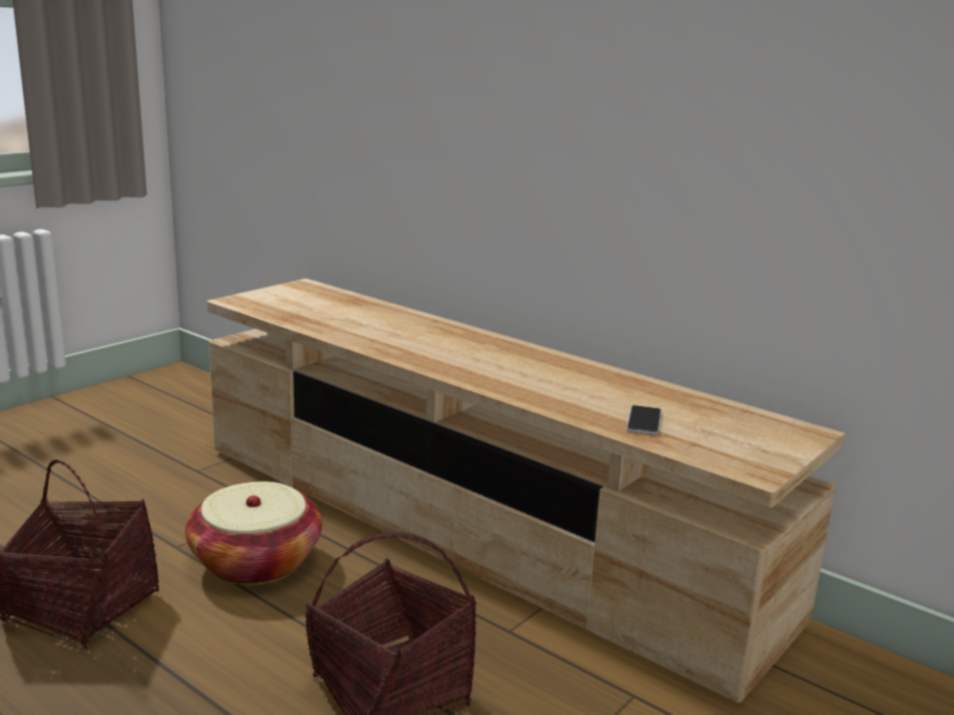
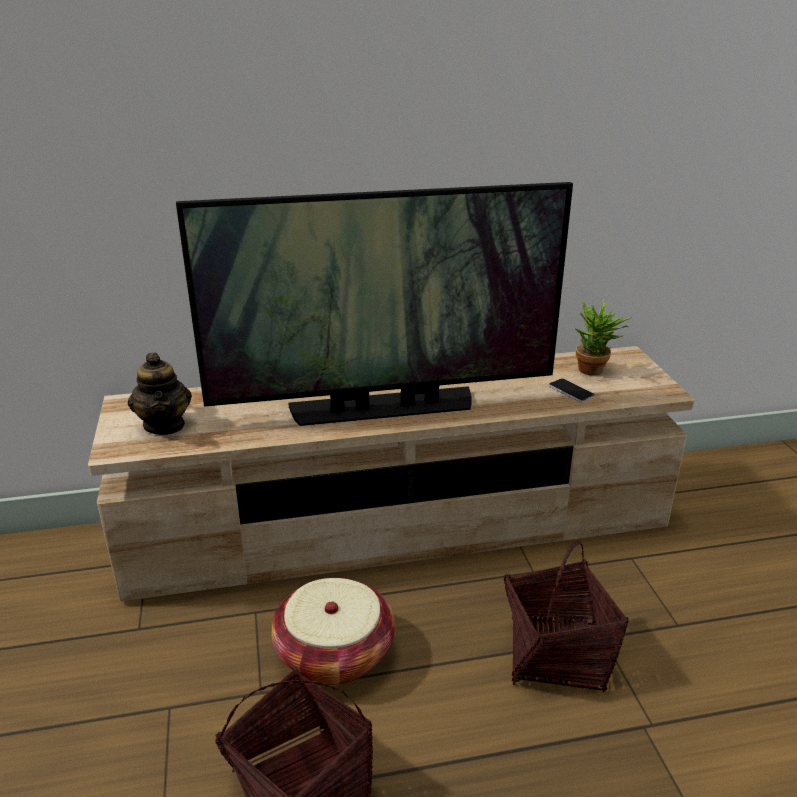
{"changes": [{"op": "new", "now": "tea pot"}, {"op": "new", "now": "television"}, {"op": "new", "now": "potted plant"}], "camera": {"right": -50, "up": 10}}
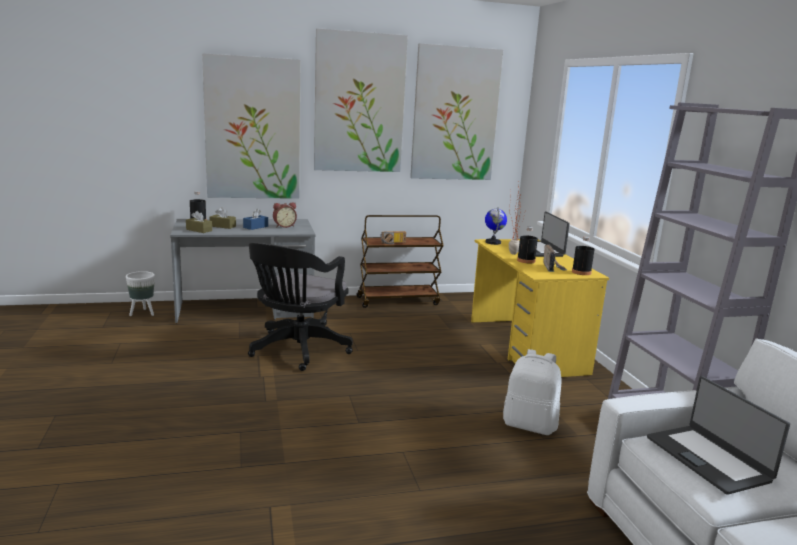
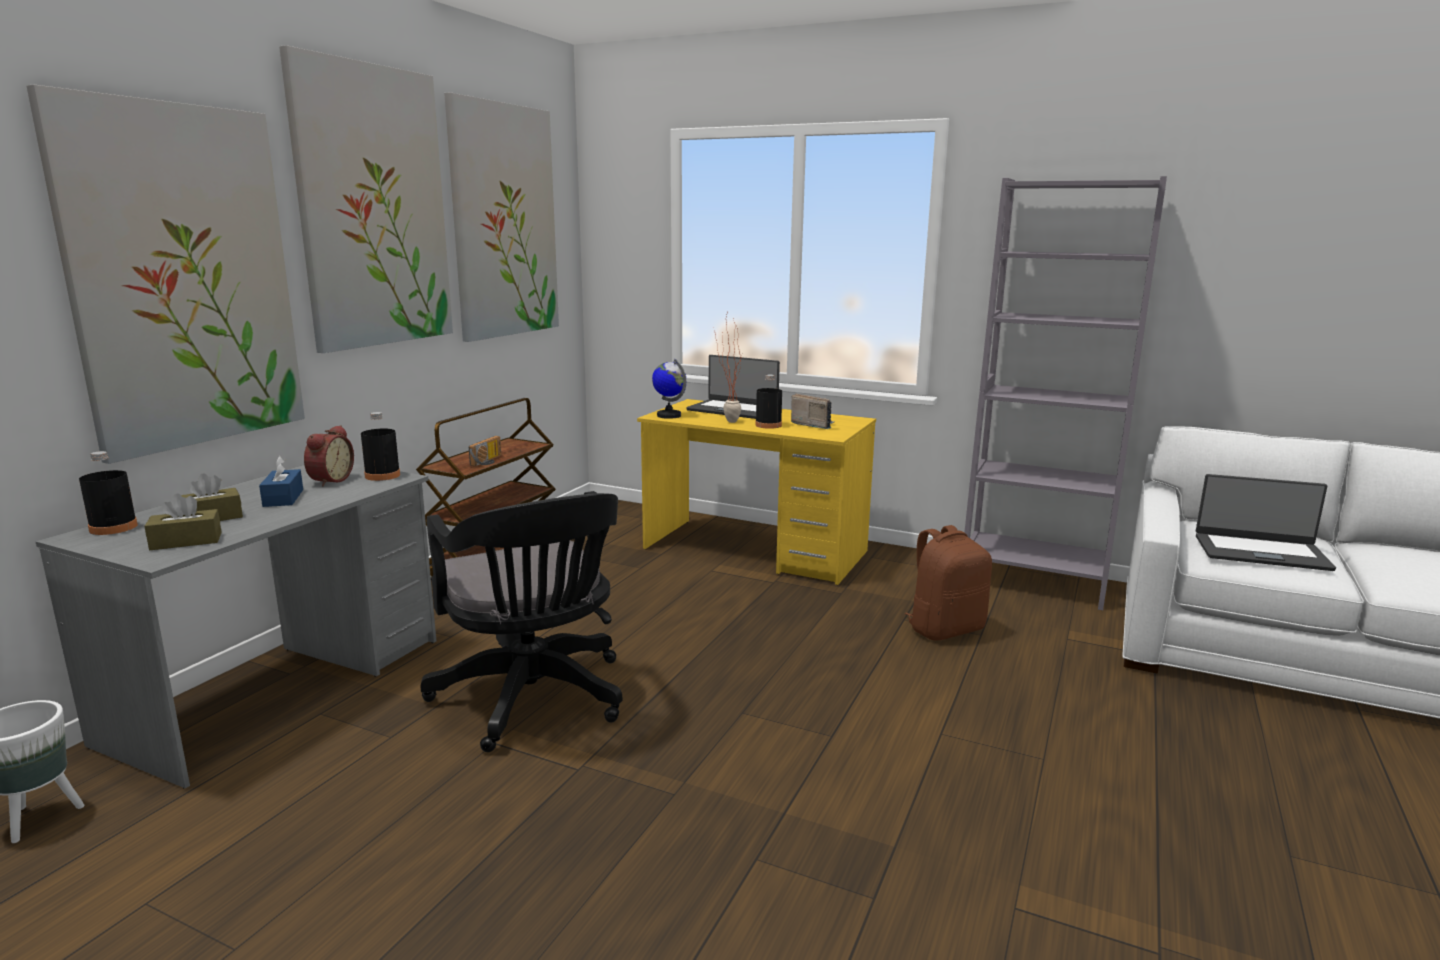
{"changes": [{"op": "shifted", "was": "black drink bottle (no. 3 from left in the first image)", "now": "black drink bottle (no. 2 from left)"}, {"op": "repainted", "was": "white backpack", "now": "brownish backpack"}], "camera": {"right": -50, "up": 0}}
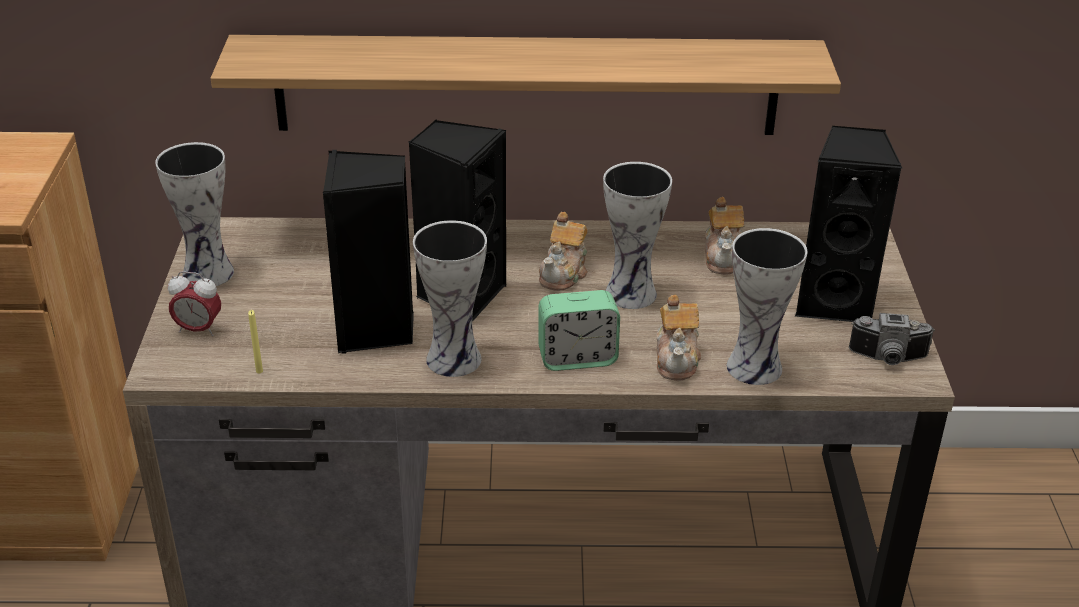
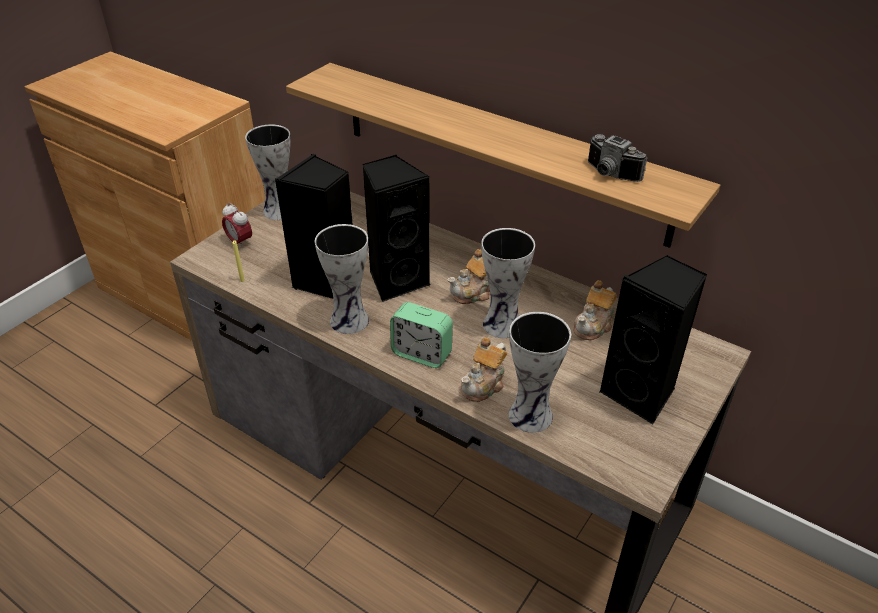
{"changes": [{"op": "shifted", "was": "photo camera"}], "camera": {"right": 35, "up": 5}}
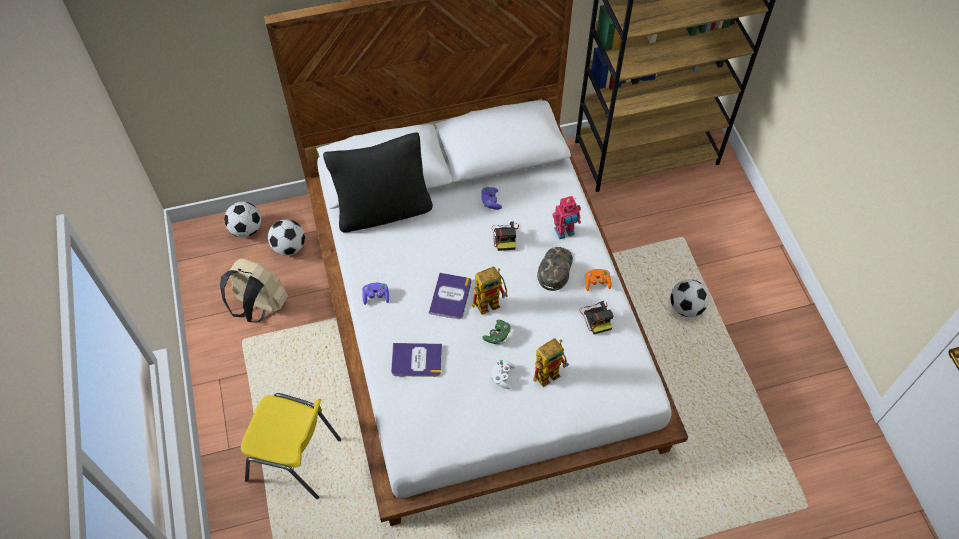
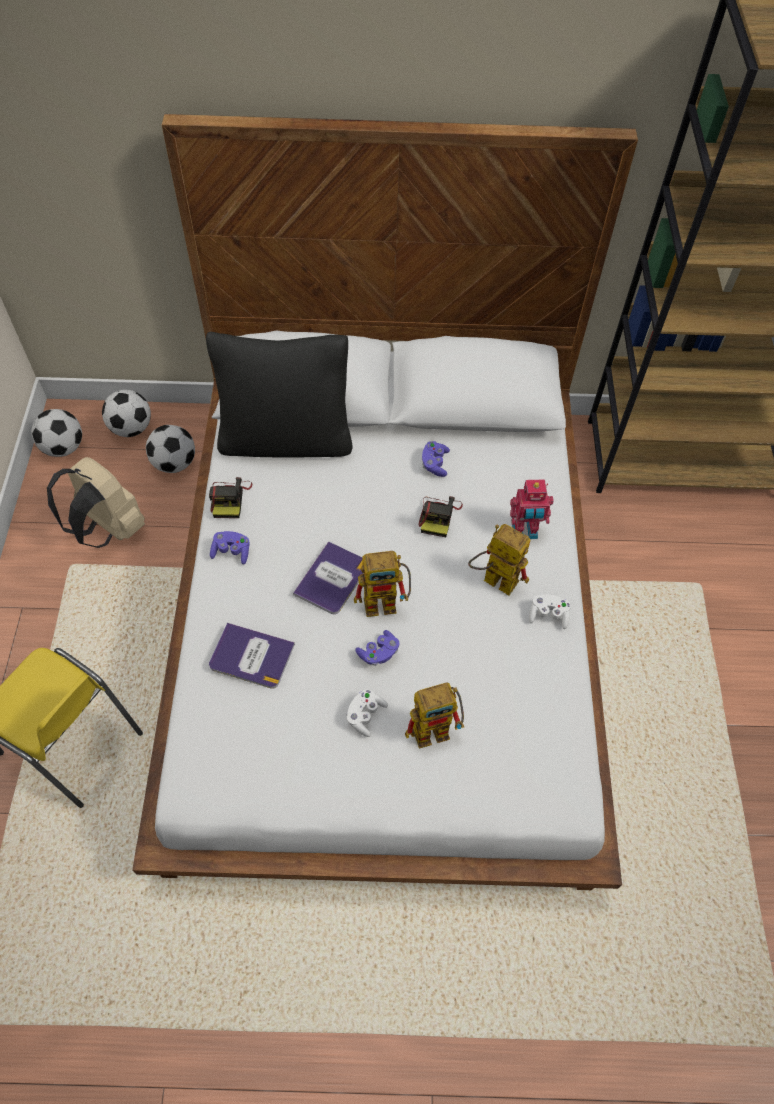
{"changes": [{"op": "shifted", "was": "photo camera (no. 2 from left in the first image)", "now": "photo camera (no. 1 from left)"}, {"op": "shifted", "was": "football (no. 3 from left in the first image)", "now": "football (no. 1 from left)"}, {"op": "swapped", "was": "green peaked cap", "now": "model robot (no. 3 from left)"}, {"op": "repainted", "was": "green game controller", "now": "purple game controller (no. 2 from left)"}, {"op": "repainted", "was": "orange-coloured game controller", "now": "white game controller (no. 2 from left)"}], "camera": {"right": 15, "up": 0}}
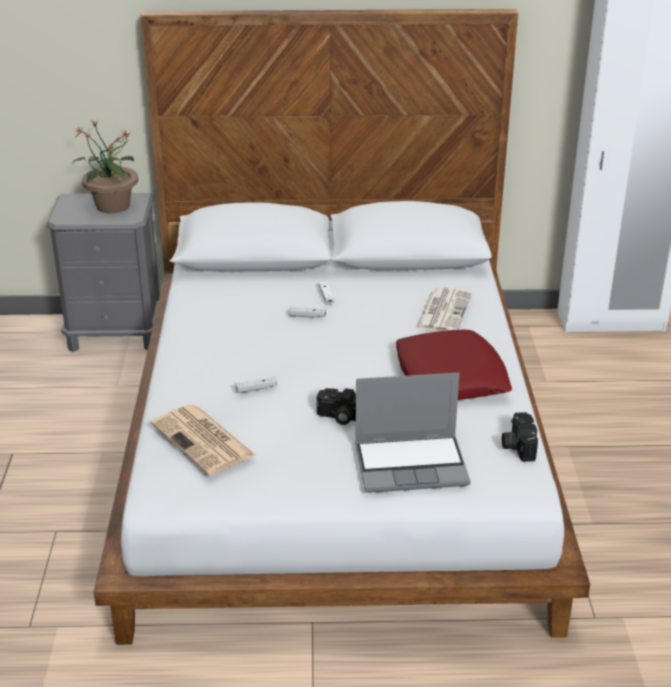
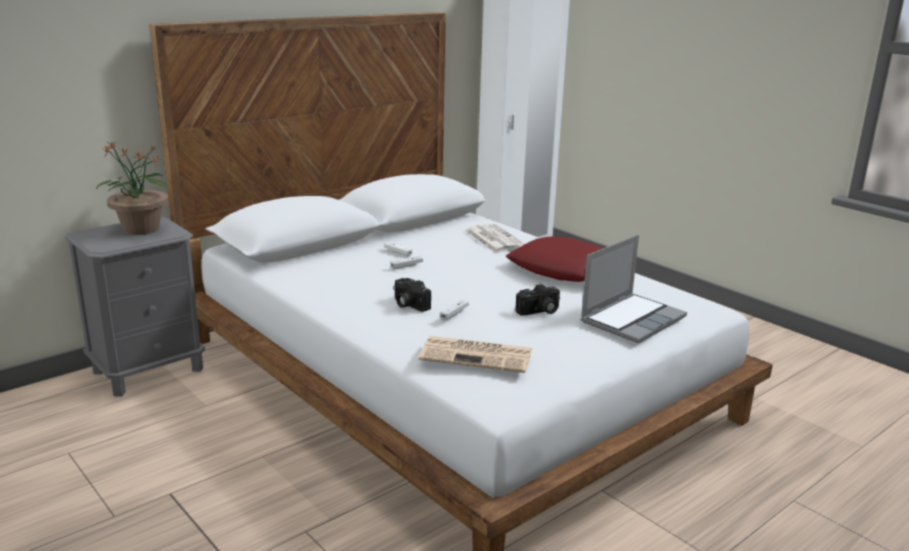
{"changes": [{"op": "shifted", "was": "photo camera (no. 2 from left in the first image)", "now": "photo camera (no. 1 from left)"}], "camera": {"right": -40, "up": -10}}
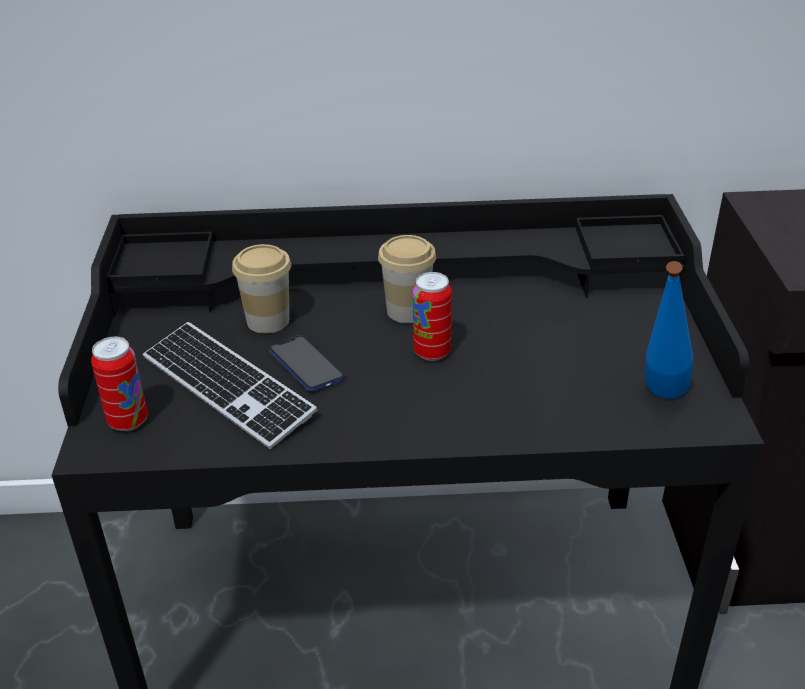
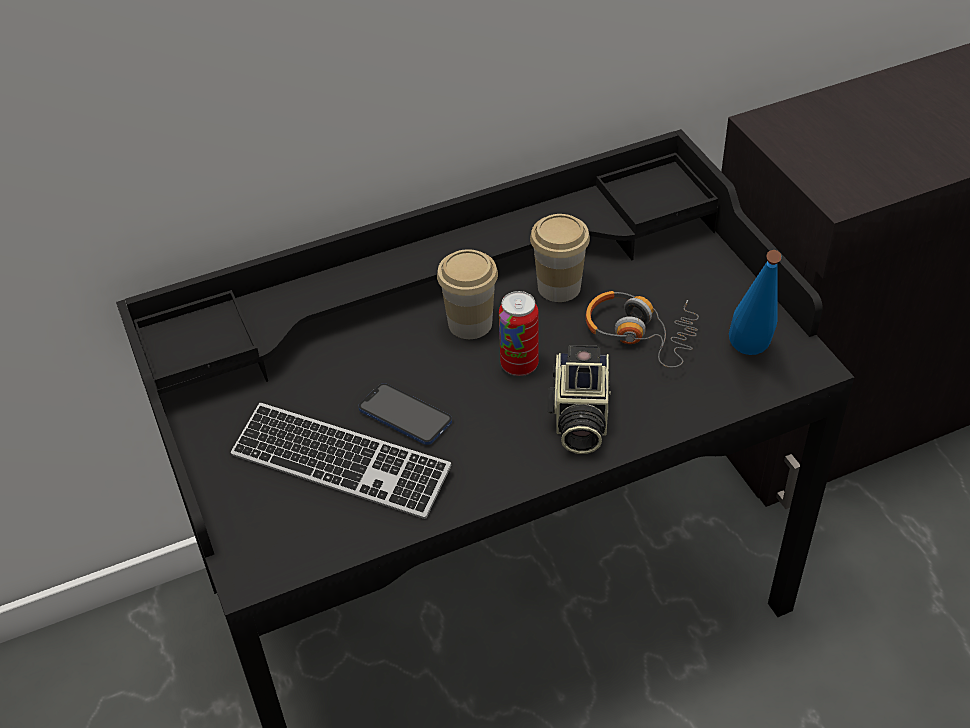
{"changes": [{"op": "gone", "was": "can (no. 1 from left)"}, {"op": "new", "now": "photo camera"}, {"op": "new", "now": "pair of headphones"}, {"op": "shifted", "was": "cup (no. 1 from left in the first image)", "now": "cup (no. 2 from left)"}], "camera": {"right": -20, "up": 10}}
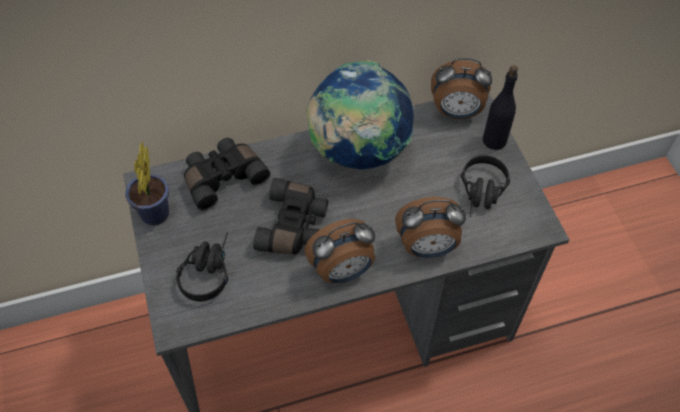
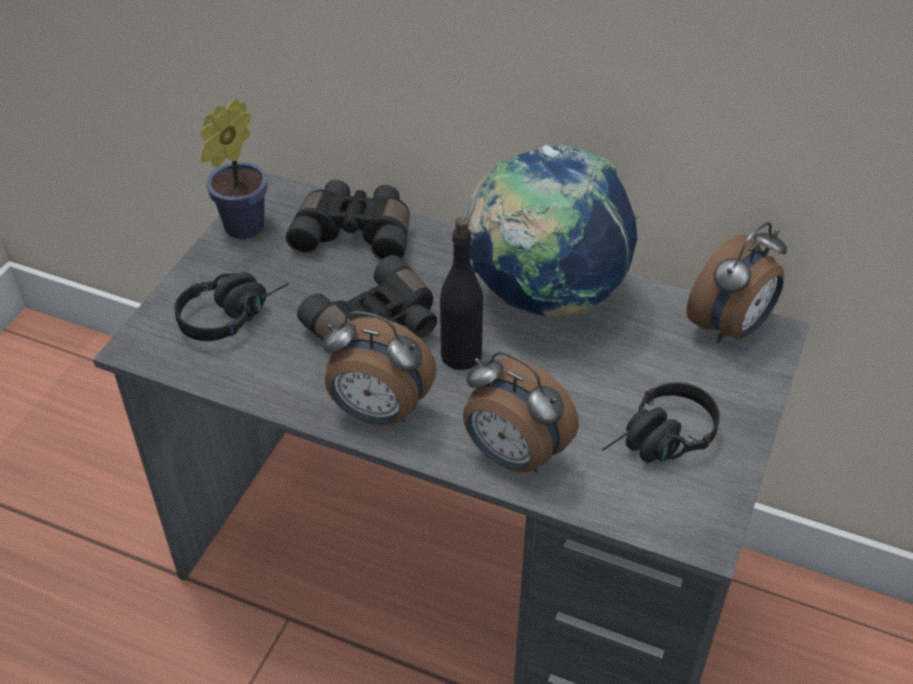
{"changes": [{"op": "shifted", "was": "black drink bottle"}, {"op": "rotated", "was": "alarm clock (no. 3 from left)", "clockwise": -90}], "camera": {"right": 40, "up": -10}}
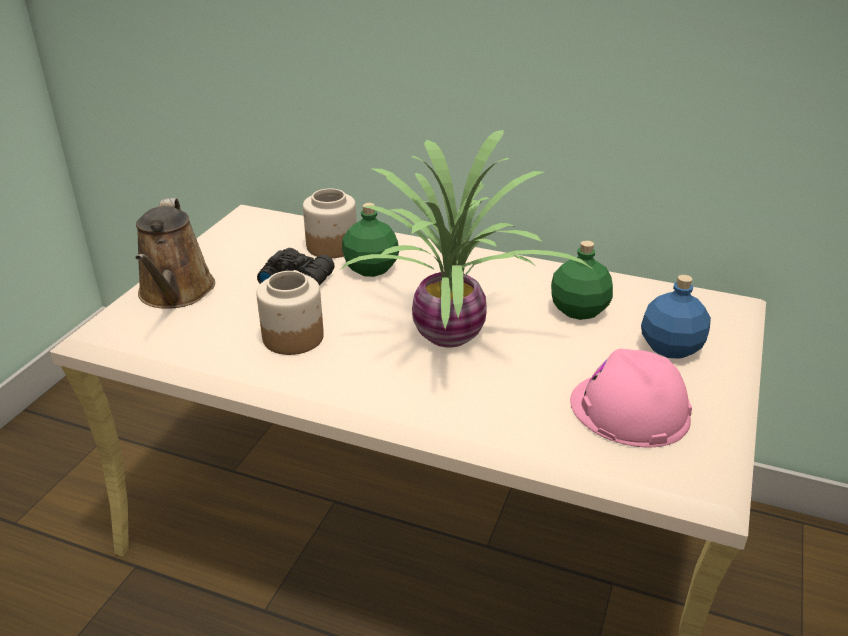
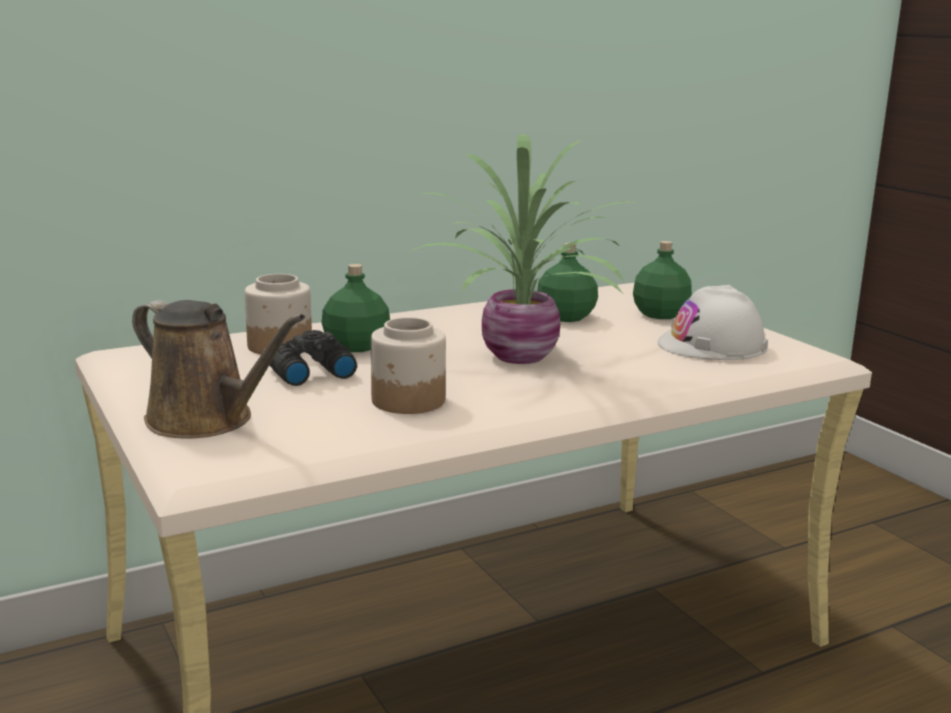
{"changes": [{"op": "repainted", "was": "pink-coloured hard hat", "now": "white hard hat"}, {"op": "repainted", "was": "bluish drink bottle", "now": "green drink bottle (no. 3 from left)"}], "camera": {"right": -50, "up": -15}}
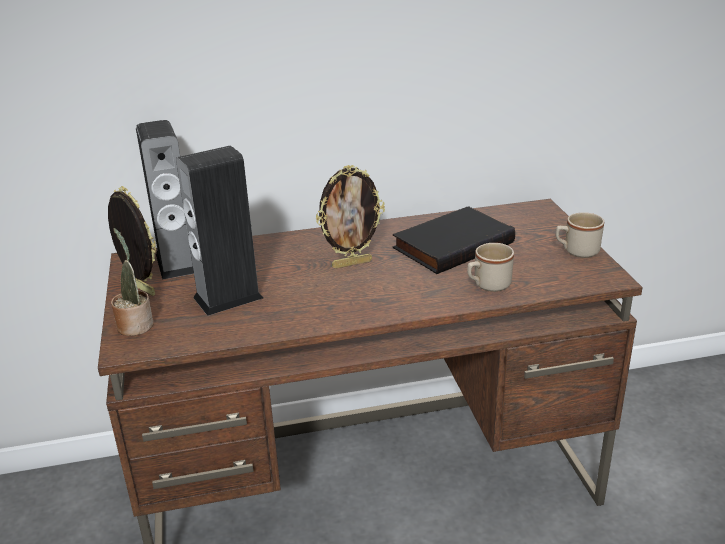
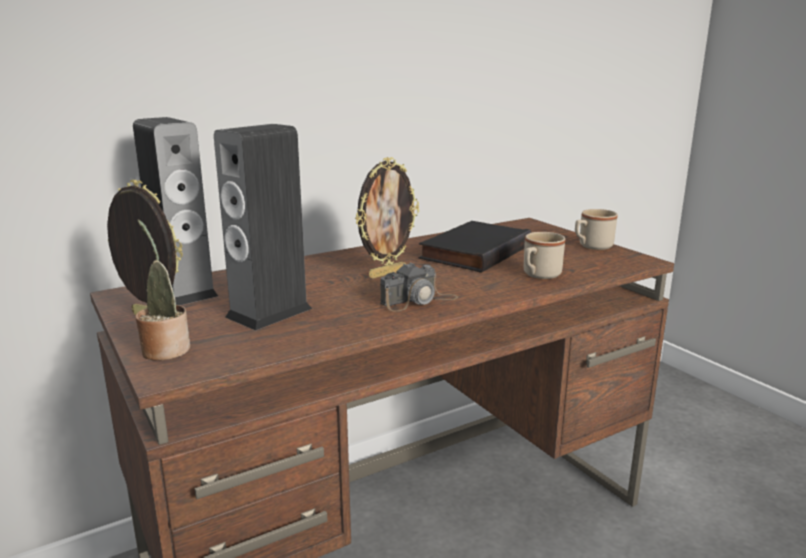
{"changes": [{"op": "new", "now": "photo camera"}], "camera": {"right": -20, "up": -10}}
